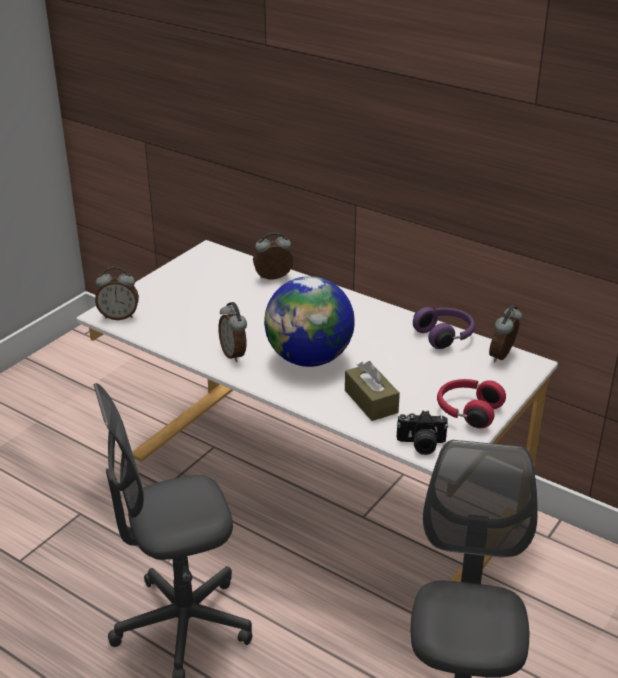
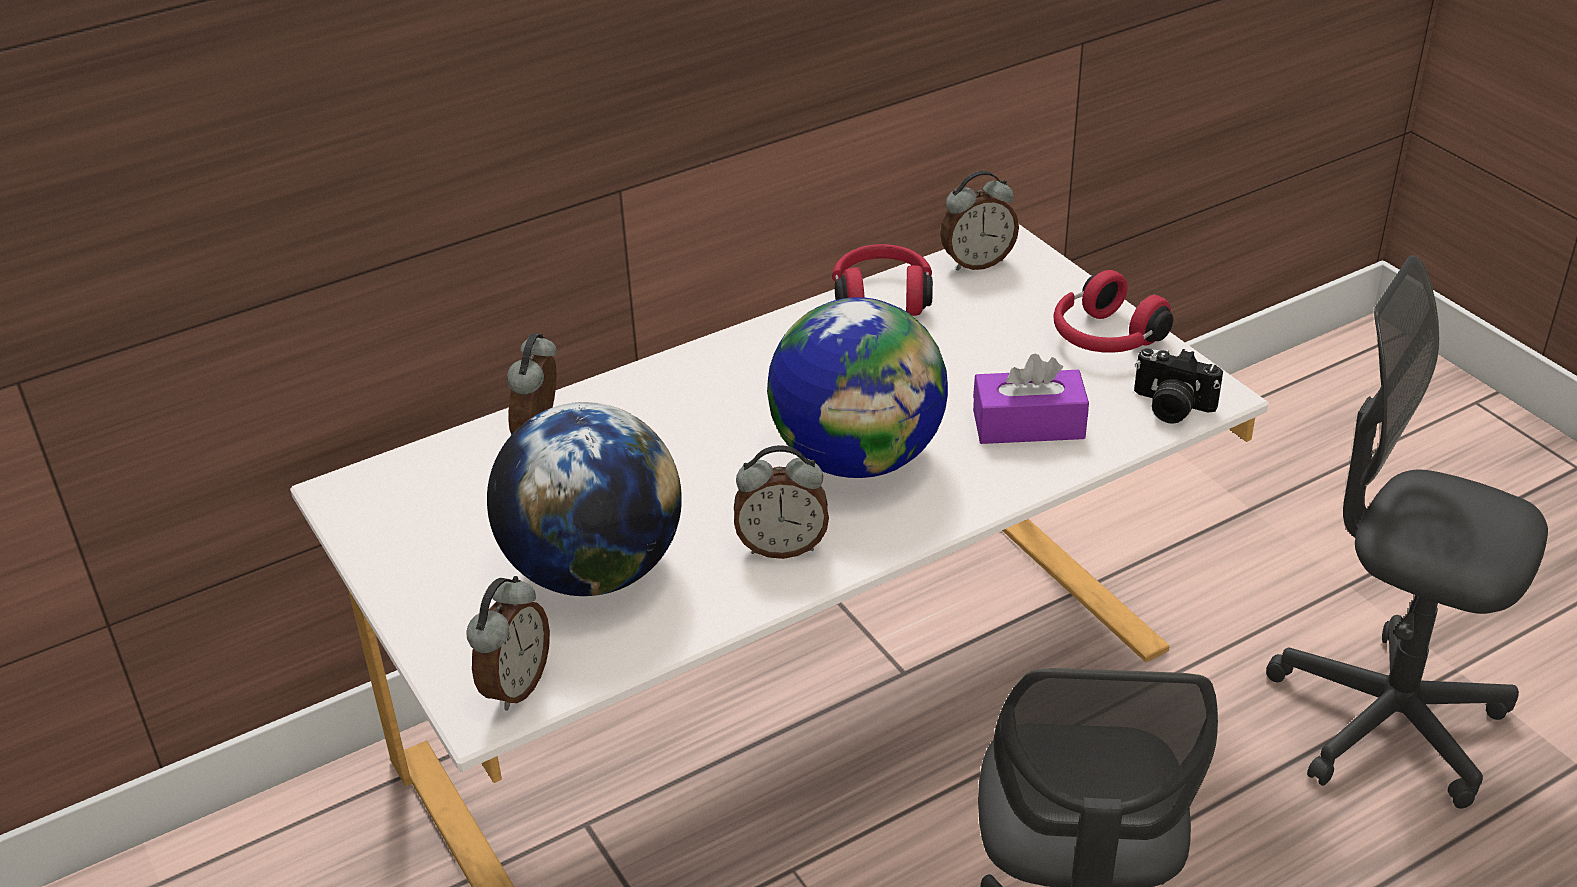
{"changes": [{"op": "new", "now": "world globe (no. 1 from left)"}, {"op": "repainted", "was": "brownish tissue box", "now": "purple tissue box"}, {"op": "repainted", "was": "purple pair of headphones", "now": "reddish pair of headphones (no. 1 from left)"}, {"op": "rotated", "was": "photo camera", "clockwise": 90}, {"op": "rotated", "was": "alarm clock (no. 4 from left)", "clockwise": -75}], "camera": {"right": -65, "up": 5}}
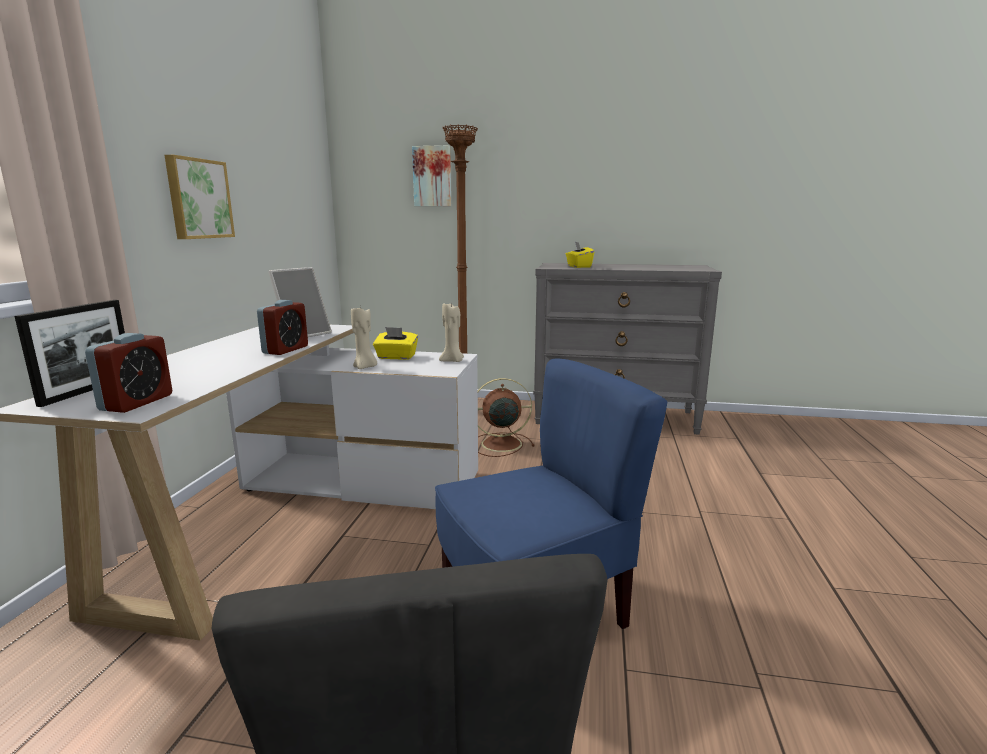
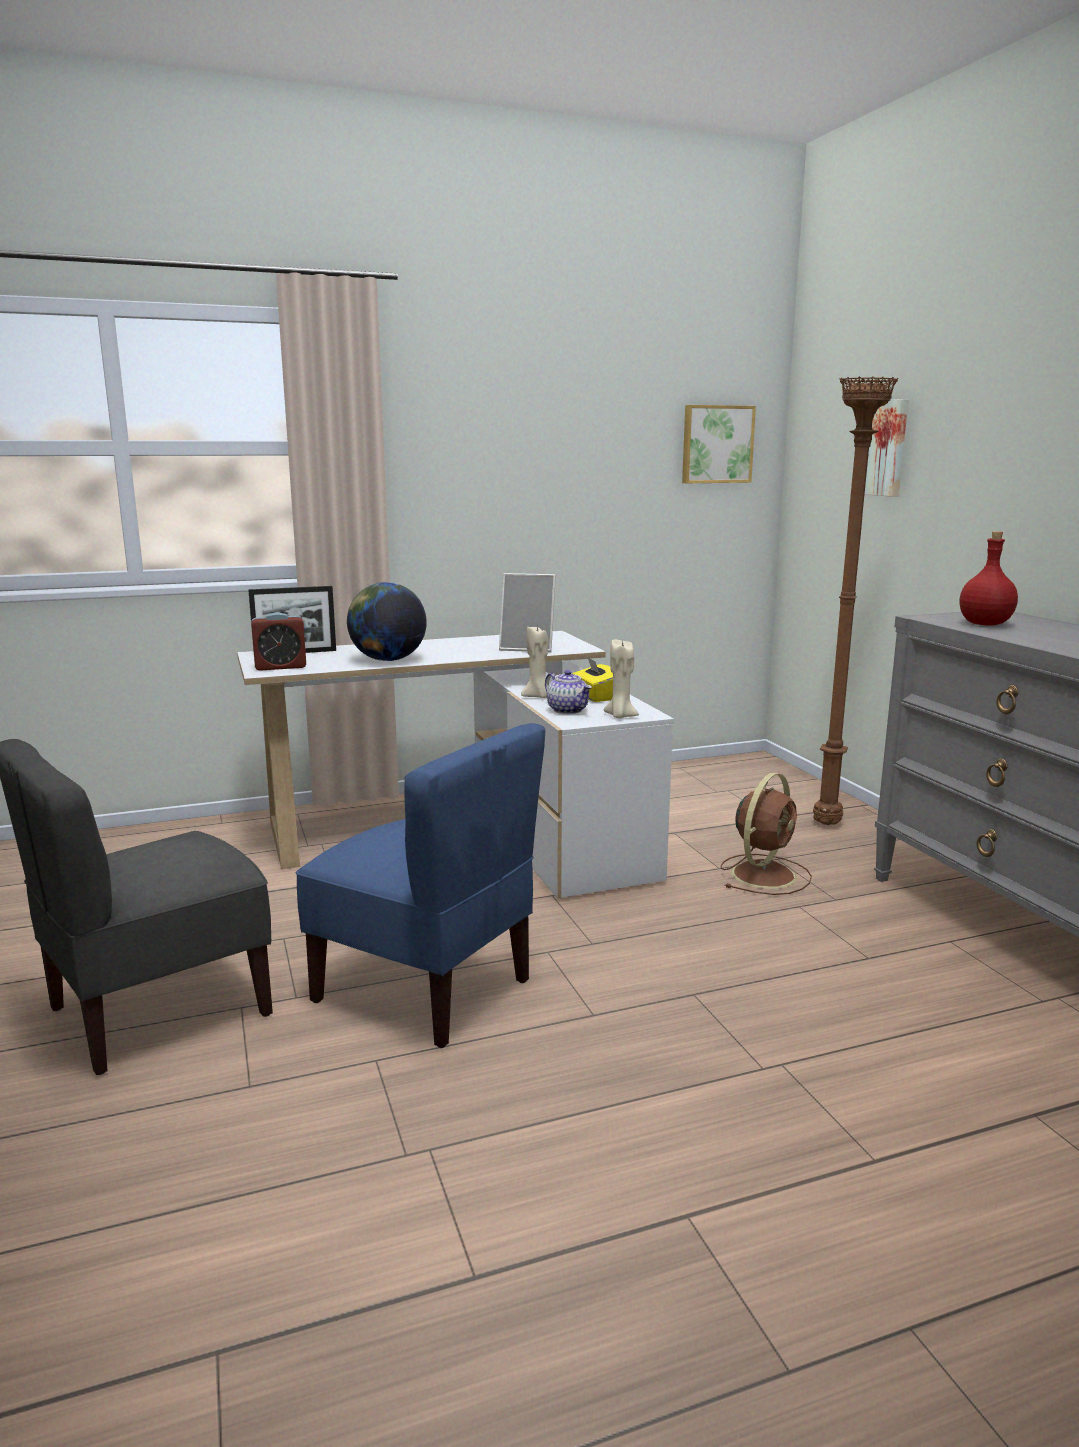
{"changes": [{"op": "gone", "was": "alarm clock (no. 2 from left)"}, {"op": "new", "now": "world globe"}, {"op": "new", "now": "tea pot"}, {"op": "shifted", "was": "wall art (no. 1 from left)"}, {"op": "swapped", "was": "yellowish tissue box (no. 2 from left)", "now": "reddish drink bottle"}, {"op": "rotated", "was": "brownish electric fan", "clockwise": 75}], "camera": {"right": 60, "up": 0}}
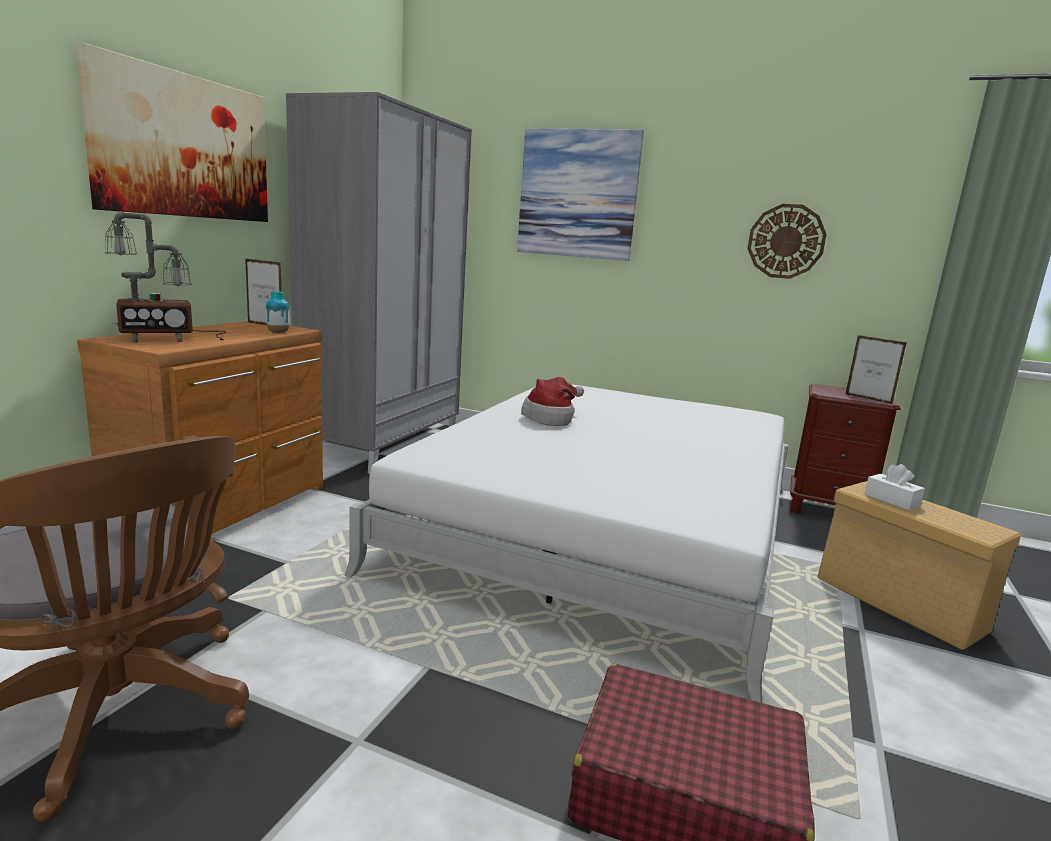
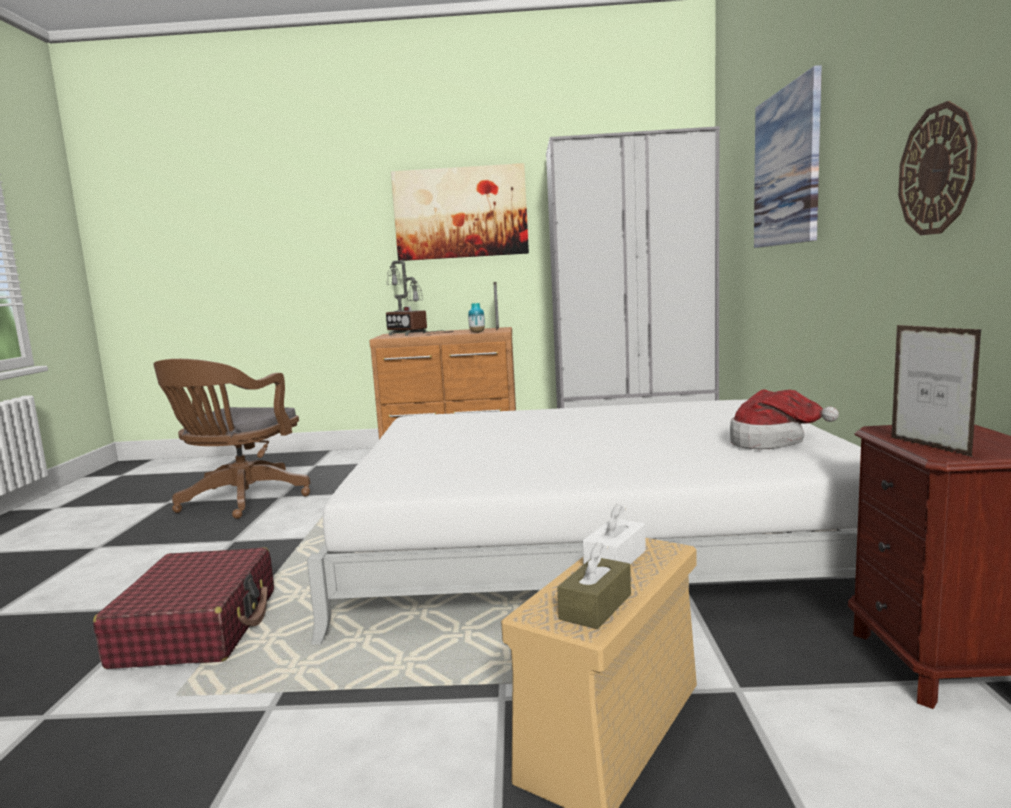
{"changes": [{"op": "new", "now": "brownish tissue box"}, {"op": "shifted", "was": "hat"}, {"op": "rotated", "was": "standing frame (no. 2 from left)", "clockwise": -45}], "camera": {"right": 70, "up": -5}}
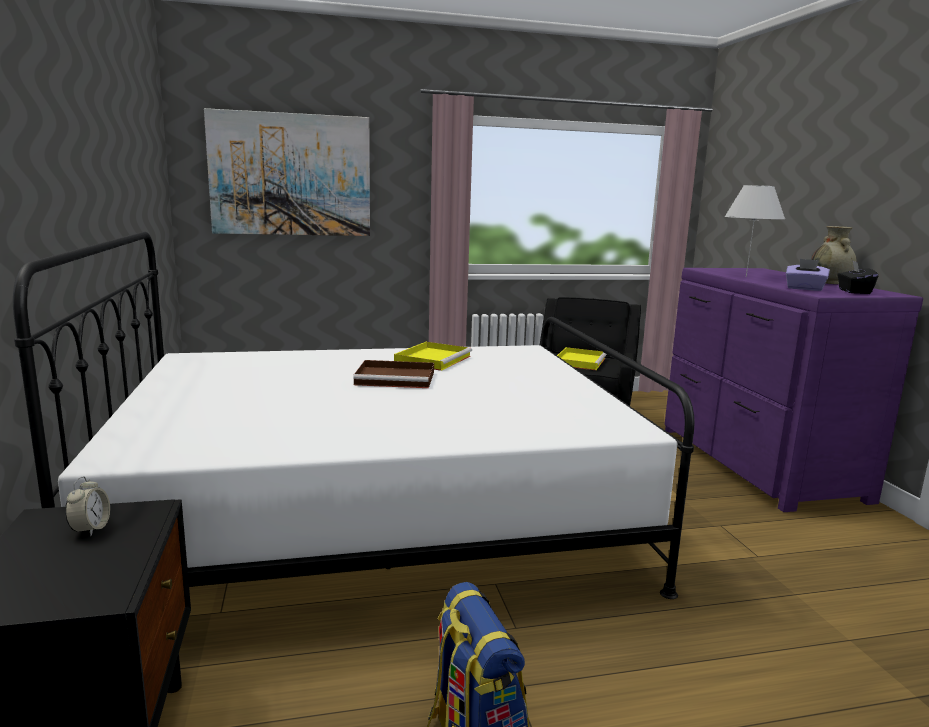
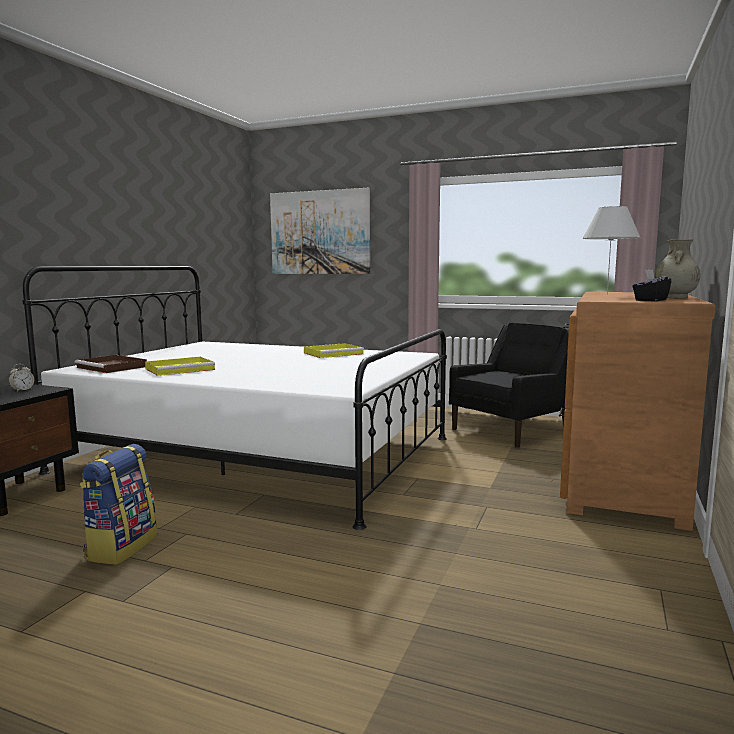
{"changes": [{"op": "gone", "was": "purple tissue box"}, {"op": "shifted", "was": "brownish carrying tray"}, {"op": "shifted", "was": "yellowish carrying tray (no. 2 from left in the first image)", "now": "yellowish carrying tray (no. 1 from left)"}, {"op": "repainted", "was": "purple drawer chest", "now": "brownish drawer chest"}], "camera": {"right": 35, "up": -5}}
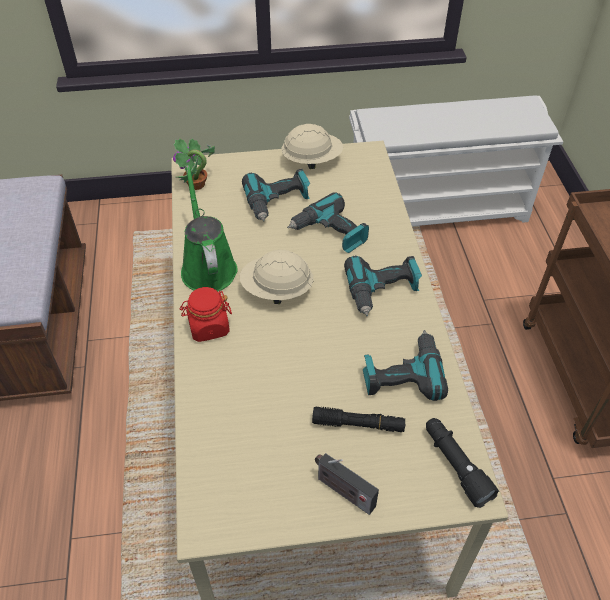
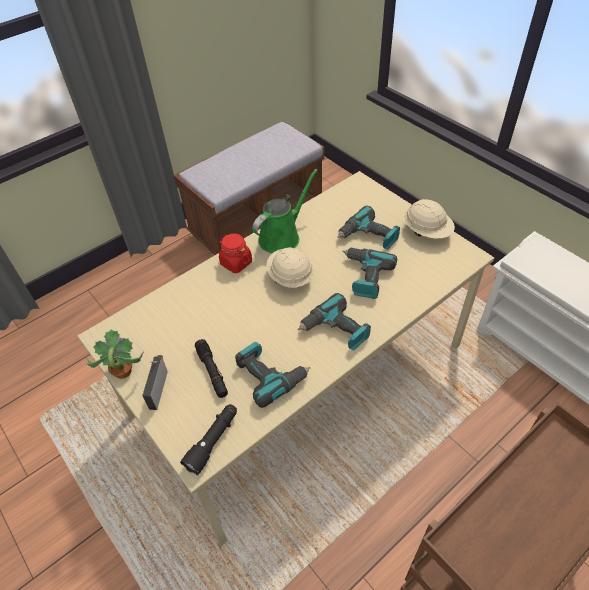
{"changes": [{"op": "shifted", "was": "potted plant"}], "camera": {"right": 60, "up": 0}}
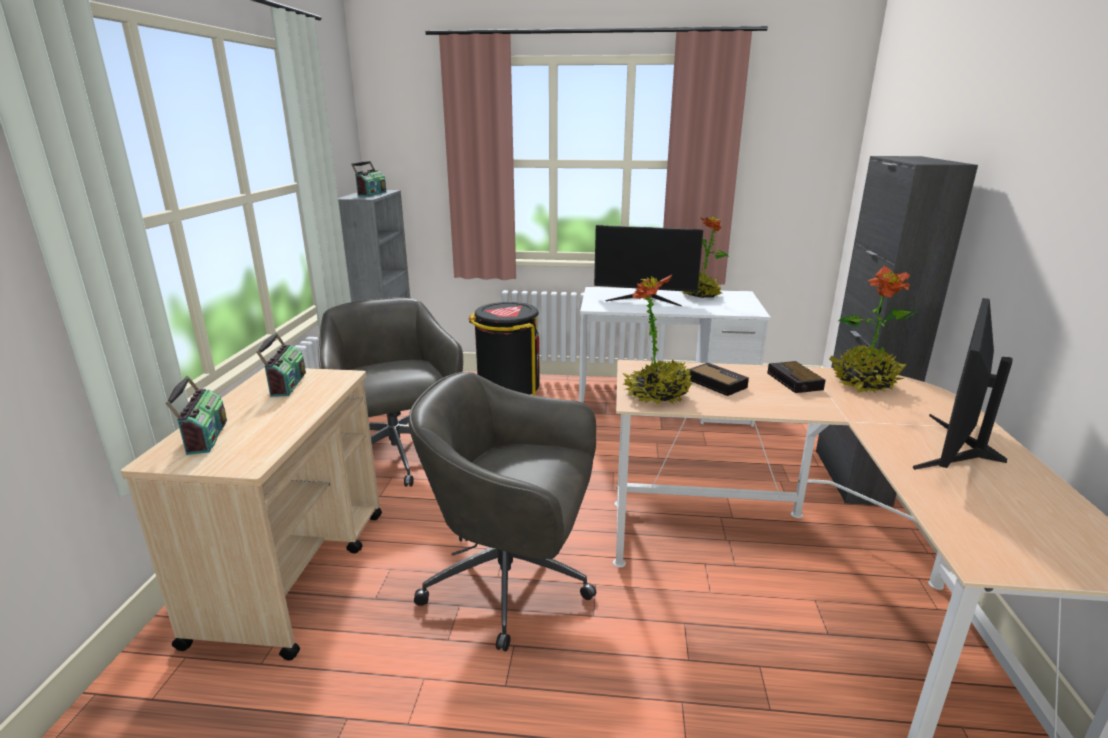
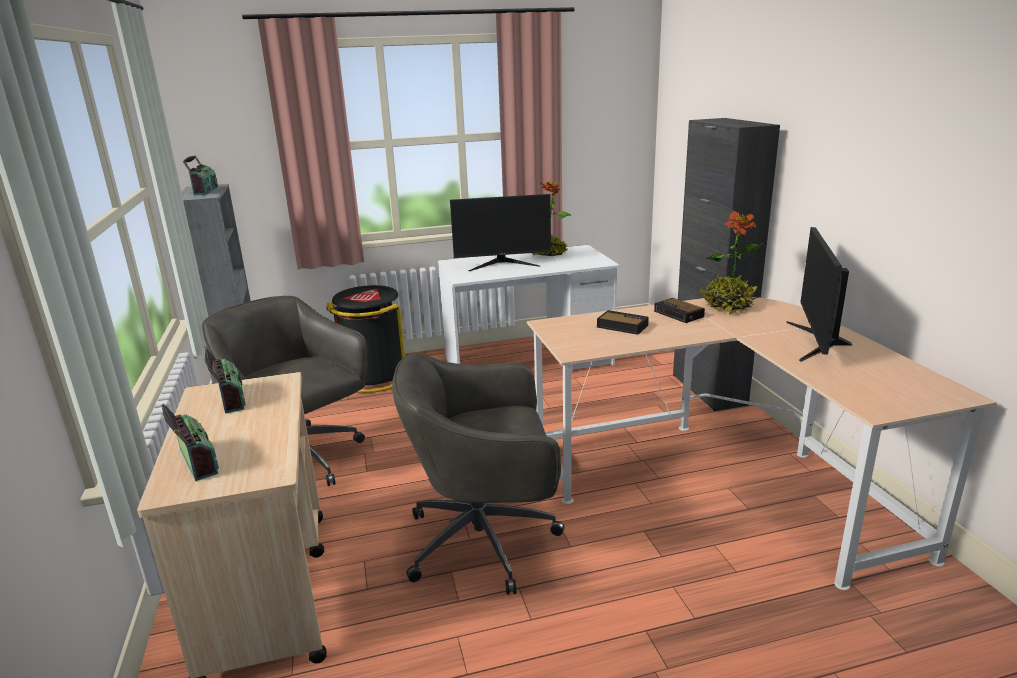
{"changes": [{"op": "gone", "was": "potted plant (no. 1 from left)"}], "camera": {"right": -20, "up": 0}}
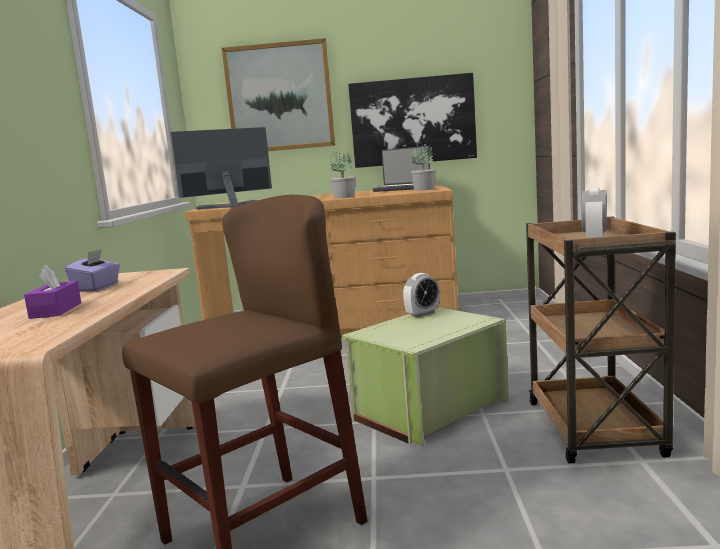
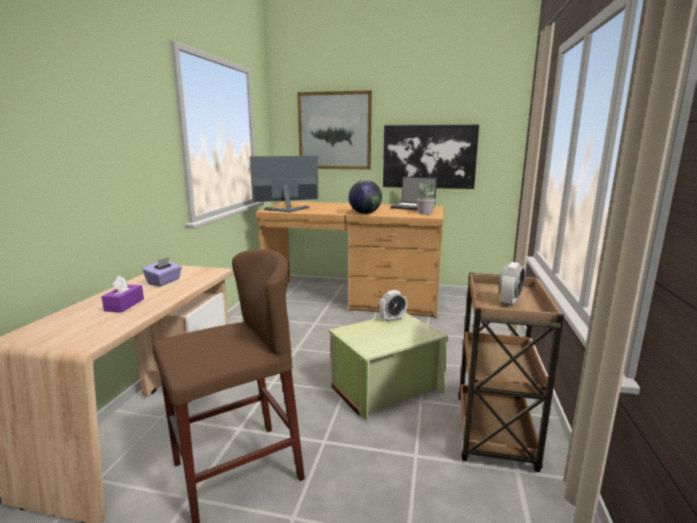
{"changes": [{"op": "swapped", "was": "potted plant (no. 1 from left)", "now": "world globe"}], "camera": {"right": 10, "up": 5}}
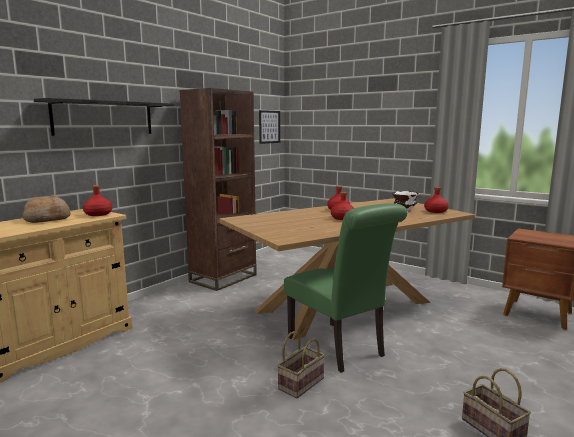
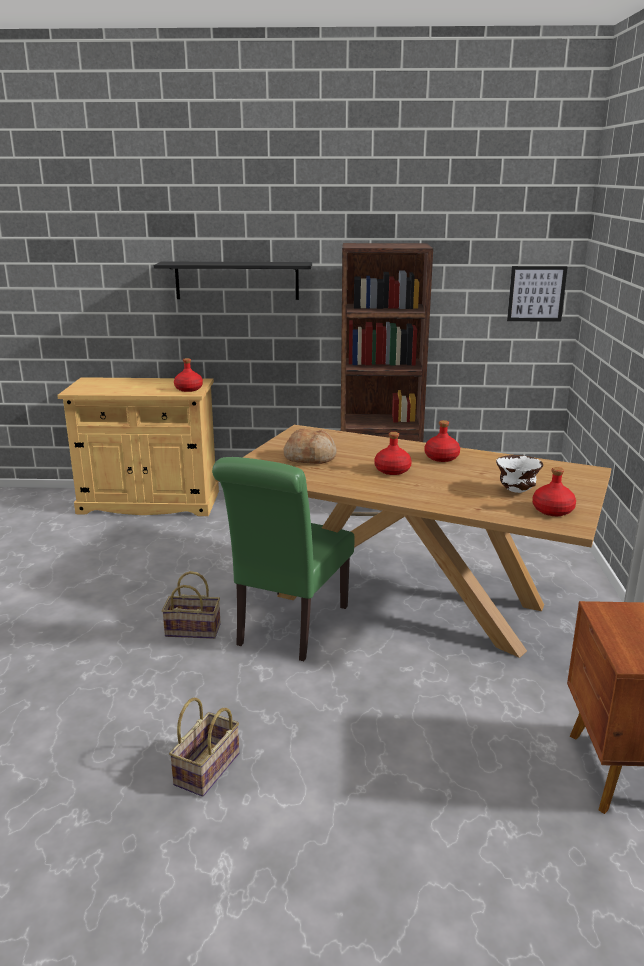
{"changes": [{"op": "shifted", "was": "baked bread"}], "camera": {"right": 55, "up": 10}}
